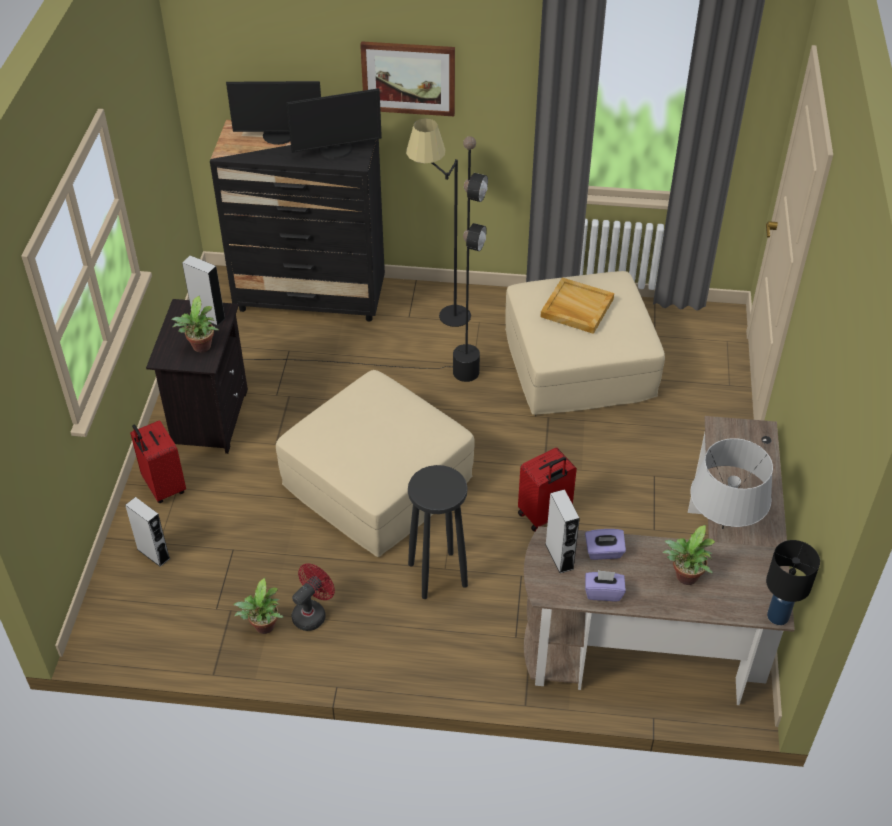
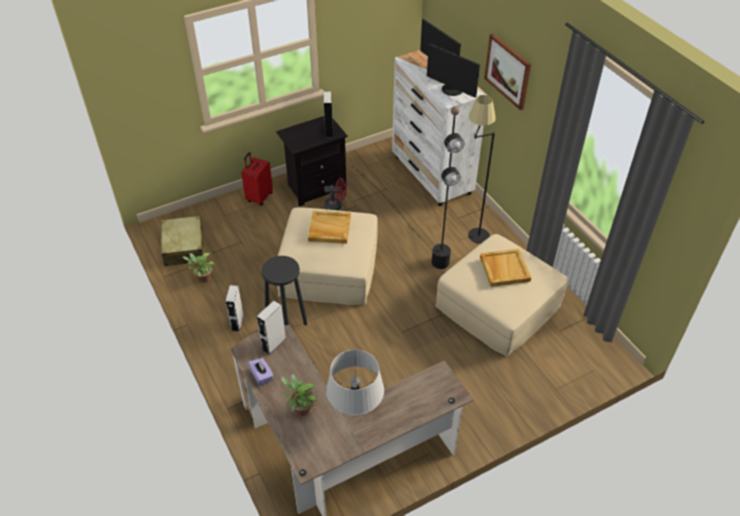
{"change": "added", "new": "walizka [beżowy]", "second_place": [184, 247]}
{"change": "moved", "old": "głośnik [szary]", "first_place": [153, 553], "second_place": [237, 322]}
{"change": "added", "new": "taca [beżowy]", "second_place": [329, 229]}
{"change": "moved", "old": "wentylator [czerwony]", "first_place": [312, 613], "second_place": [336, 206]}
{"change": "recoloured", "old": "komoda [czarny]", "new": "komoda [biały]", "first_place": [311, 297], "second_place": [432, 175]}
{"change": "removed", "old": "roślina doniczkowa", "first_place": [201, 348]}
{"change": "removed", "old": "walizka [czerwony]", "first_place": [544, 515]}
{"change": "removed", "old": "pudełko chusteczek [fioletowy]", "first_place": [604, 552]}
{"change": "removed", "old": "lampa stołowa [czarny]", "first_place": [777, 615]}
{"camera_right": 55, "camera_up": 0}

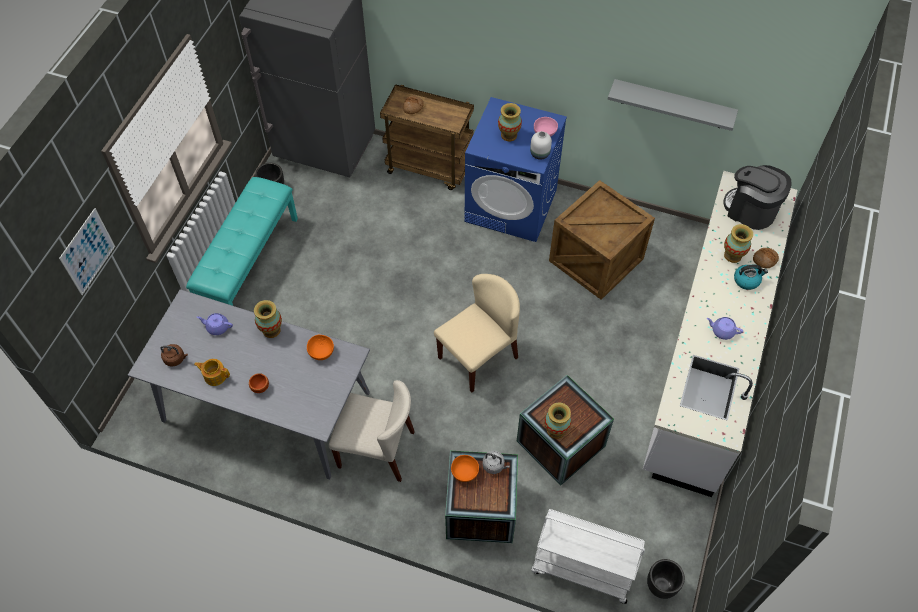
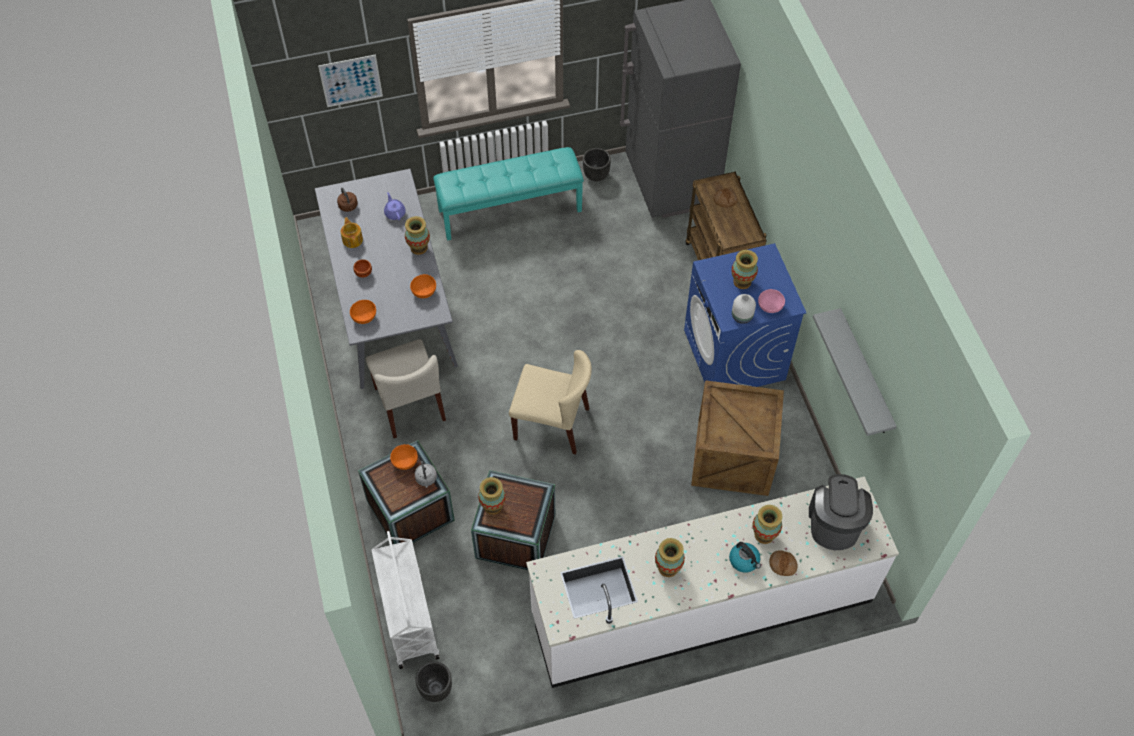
{"change": "added", "new": "miska [pomarańczowy]", "second_place": [365, 317]}
{"change": "replaced", "old": "imbryk [fioletowy]", "new": "wazon", "first_place": [722, 331], "second_place": [668, 568]}
{"camera_right": 55, "camera_up": 0}

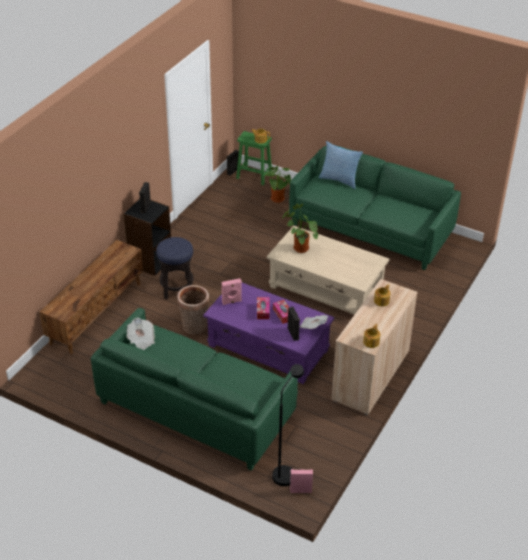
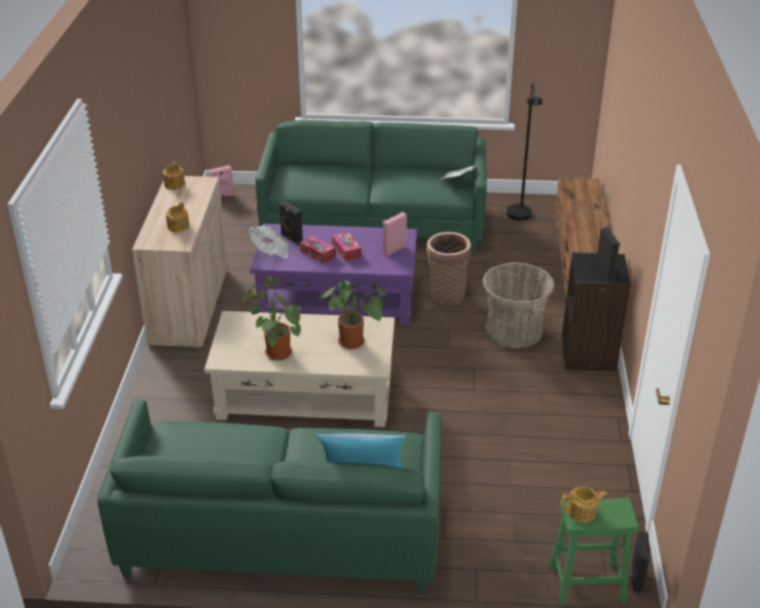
{"change": "moved", "old": "roślina doniczkowa", "first_place": [278, 200], "second_place": [275, 352]}
{"change": "replaced", "old": "stołek", "new": "koszyk", "first_place": [177, 288], "second_place": [514, 330]}
{"change": "moved", "old": "lampa stojąca [czarny]", "first_place": [286, 471], "second_place": [520, 218]}
{"camera_right": 155, "camera_up": -5}

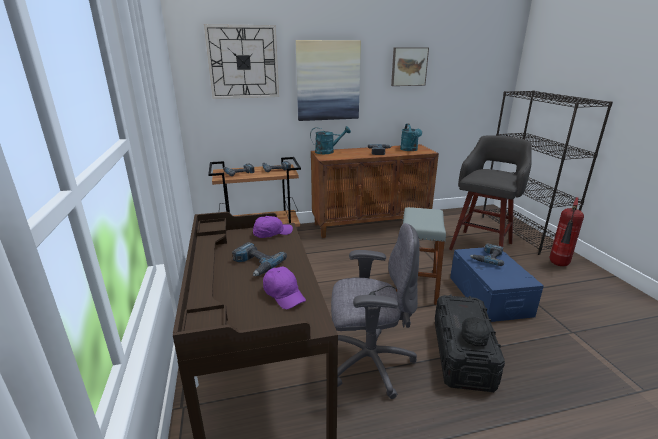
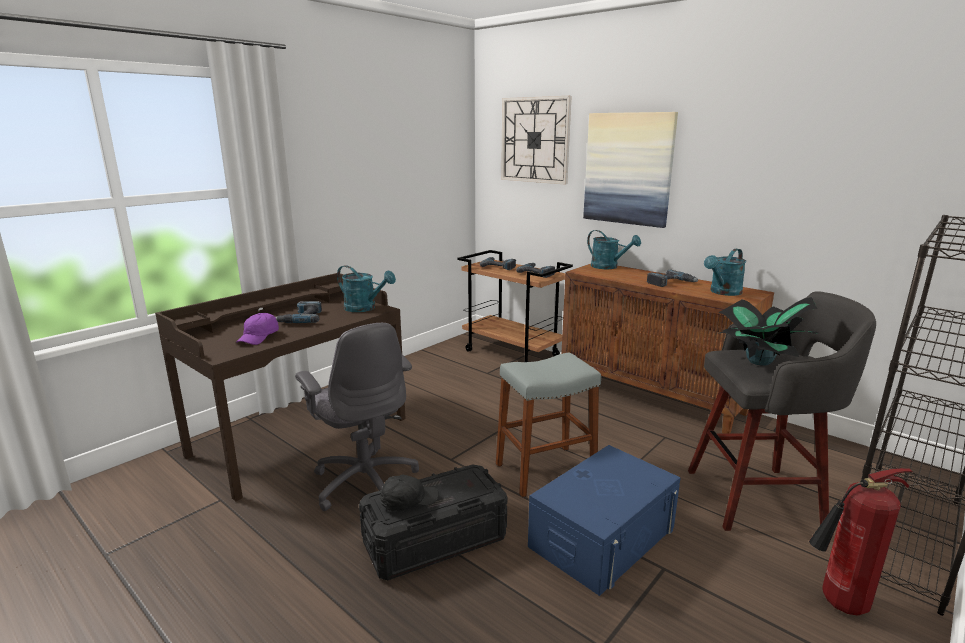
{"change": "replaced", "old": "czapka z daszkiem [fioletowy]", "new": "konewka [turkusowy]", "first_place": [272, 233], "second_place": [365, 308]}
{"change": "added", "new": "roślina doniczkowa", "second_place": [759, 362]}
{"change": "removed", "old": "obraz", "first_place": [408, 66]}
{"change": "removed", "old": "wiertarka", "first_place": [487, 257]}
{"camera_right": 55, "camera_up": -5}

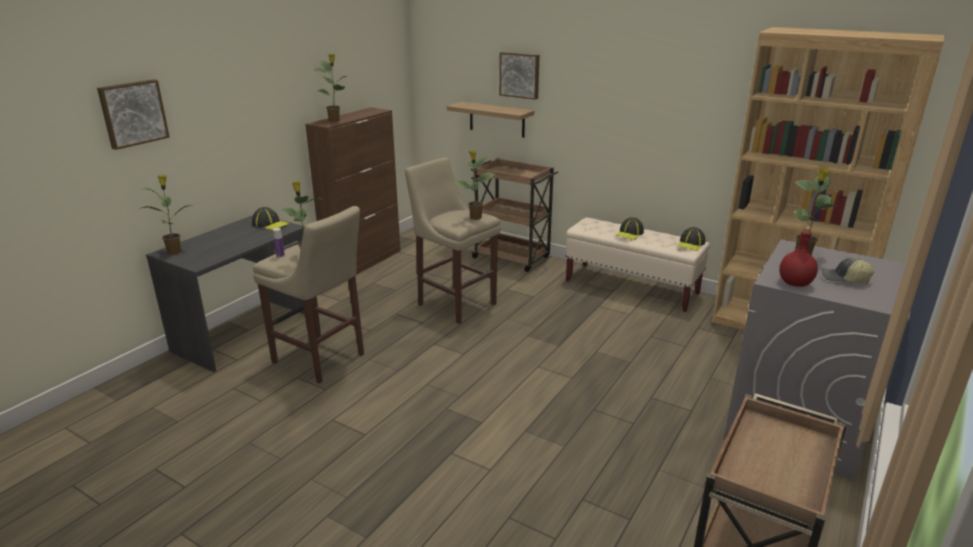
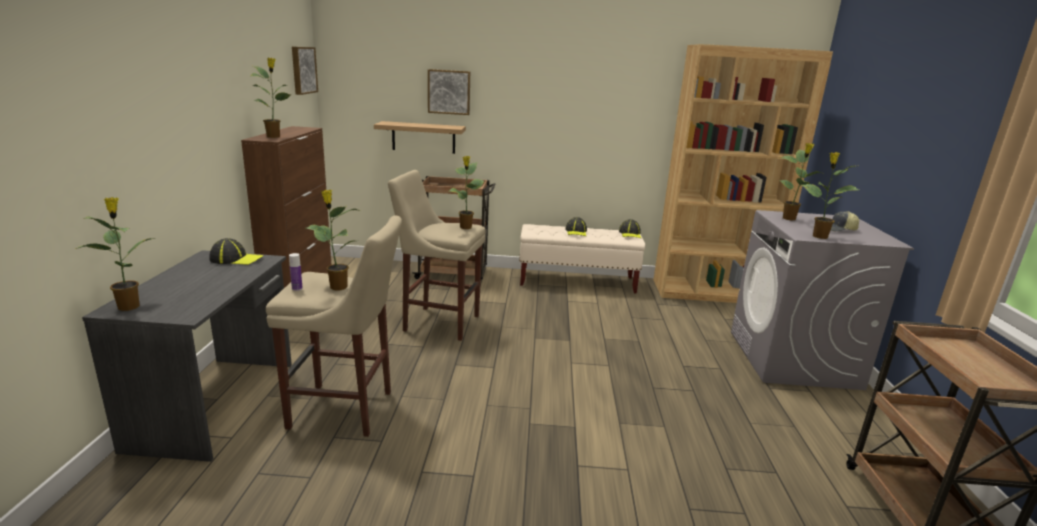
{"change": "moved", "old": "obraz", "first_place": [133, 113], "second_place": [303, 70]}
{"change": "replaced", "old": "butelka [czerwony]", "new": "roślina doniczkowa", "first_place": [795, 284], "second_place": [819, 236]}
{"camera_right": -30, "camera_up": -5}

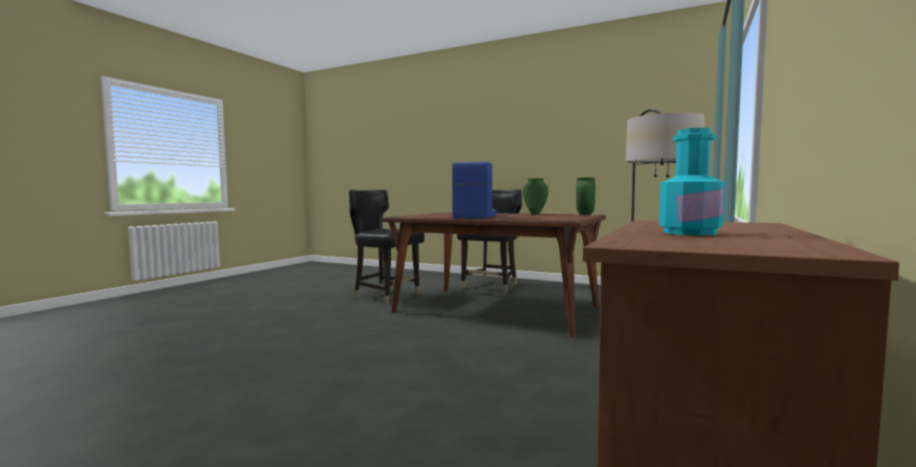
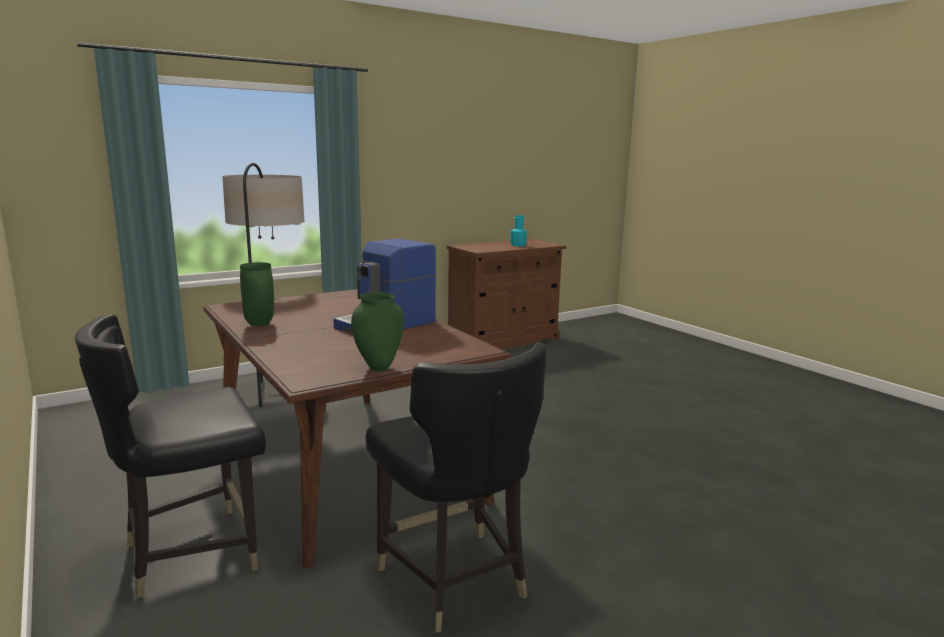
{"change": "moved", "old": "wazon [zielony]", "first_place": [584, 214], "second_place": [379, 368]}
{"camera_right": -150, "camera_up": 10}

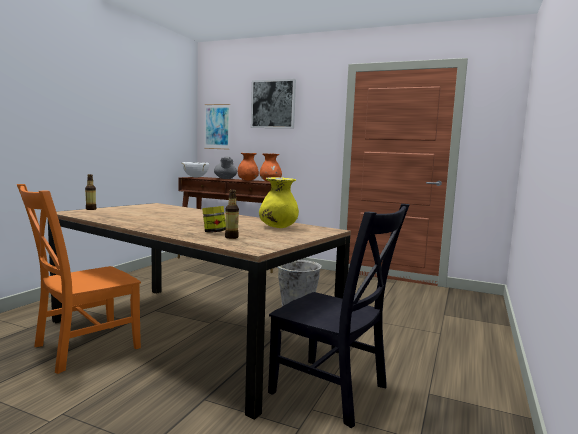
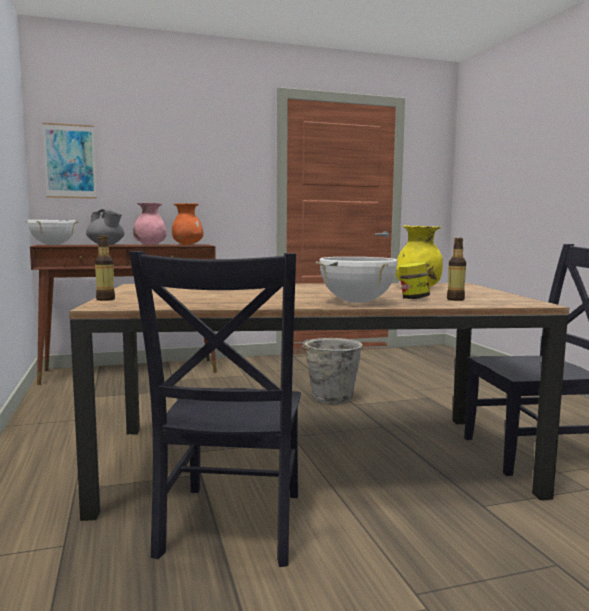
{"change": "recoloured", "old": "krzesło [pomarańczowy]", "new": "krzesło [czarny]", "first_place": [82, 348], "second_place": [230, 527]}
{"change": "recoloured", "old": "wazon [pomarańczowy]", "new": "wazon [różowy]", "first_place": [248, 180], "second_place": [150, 244]}
{"change": "added", "new": "garnek [biały]", "second_place": [357, 302]}
{"change": "removed", "old": "obraz", "first_place": [273, 104]}
{"camera_right": -40, "camera_up": 0}

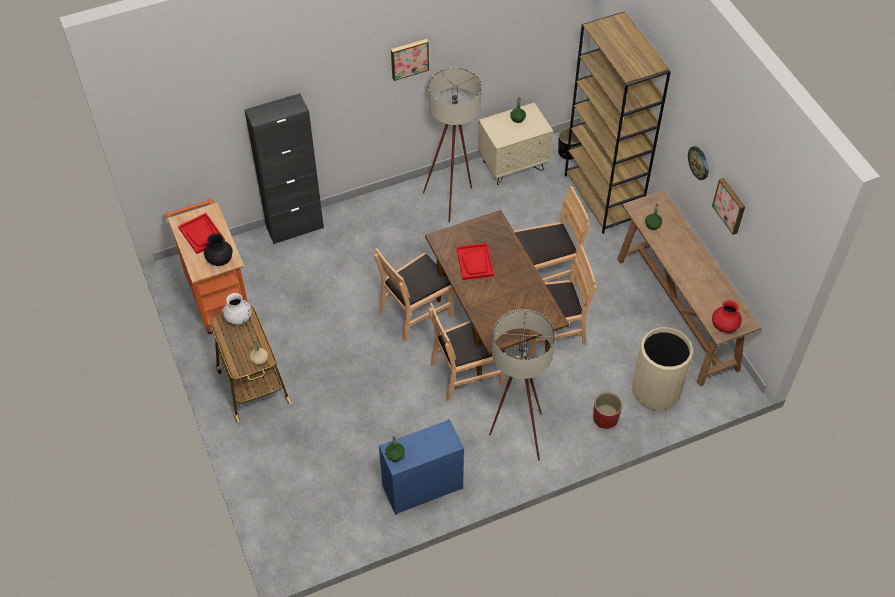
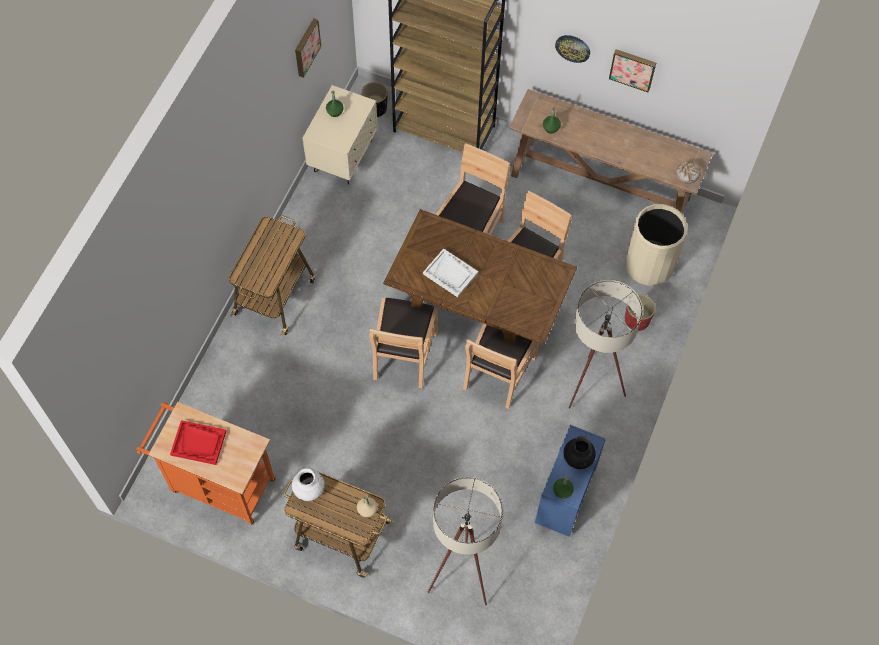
{"change": "added", "new": "wózek", "second_place": [275, 295]}
{"change": "moved", "old": "obraz", "first_place": [409, 58], "second_place": [306, 47]}
{"change": "recoloured", "old": "taca [czerwony]", "new": "taca [biały]", "first_place": [475, 262], "second_place": [450, 273]}
{"change": "moved", "old": "lampa stojąca [beżowy]", "first_place": [453, 198], "second_place": [462, 572]}
{"change": "moved", "old": "wazon [czarny]", "first_place": [220, 260], "second_place": [578, 458]}
{"change": "replaced", "old": "wazon [czerwony]", "new": "chleb", "first_place": [724, 326], "second_place": [687, 174]}
{"change": "removed", "old": "szafka [czarny]", "first_place": [295, 227]}
{"camera_right": -45, "camera_up": 10}

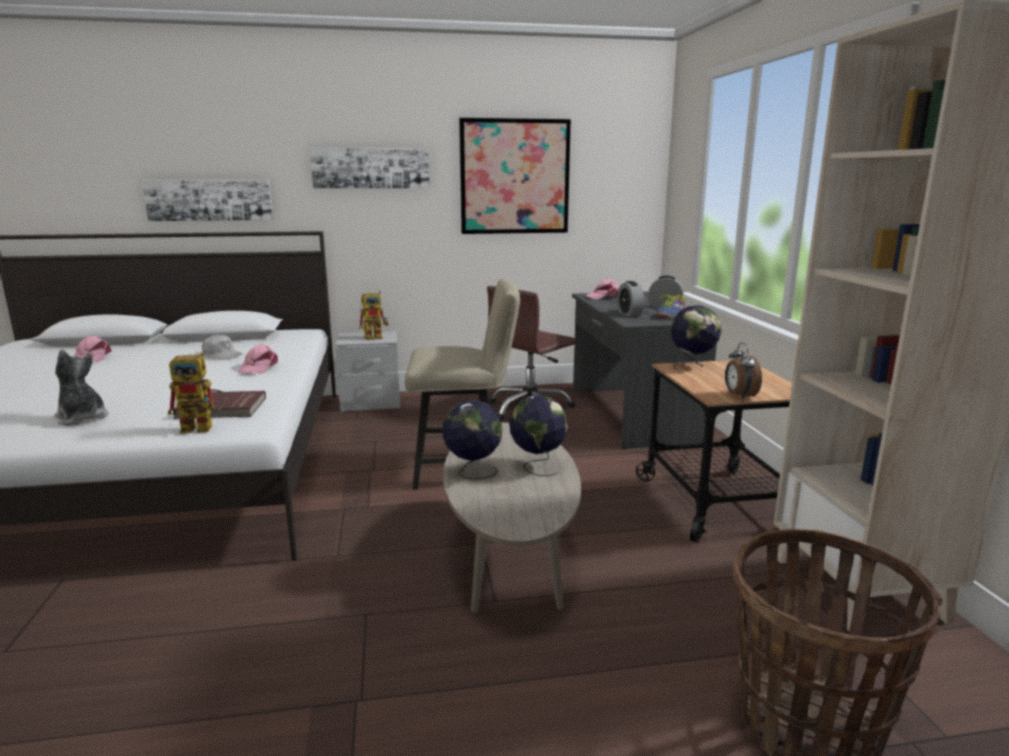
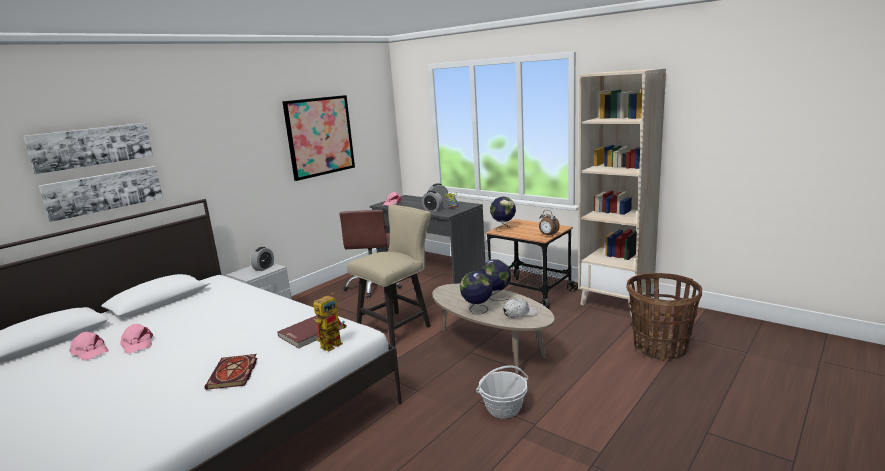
{"change": "moved", "old": "obraz", "first_place": [371, 168], "second_place": [92, 146]}
{"change": "moved", "old": "czapka z daszkiem [różowy]", "first_place": [259, 368], "second_place": [137, 344]}
{"change": "replaced", "old": "pluszak", "new": "książka", "first_place": [82, 418], "second_place": [234, 374]}
{"change": "replaced", "old": "robot zabawkowy", "new": "budzik", "first_place": [377, 337], "second_place": [264, 268]}
{"change": "added", "new": "koszyk", "second_place": [503, 408]}
{"change": "moved", "old": "czapka z daszkiem [biały]", "first_place": [222, 355], "second_place": [520, 313]}
{"camera_right": -40, "camera_up": 0}

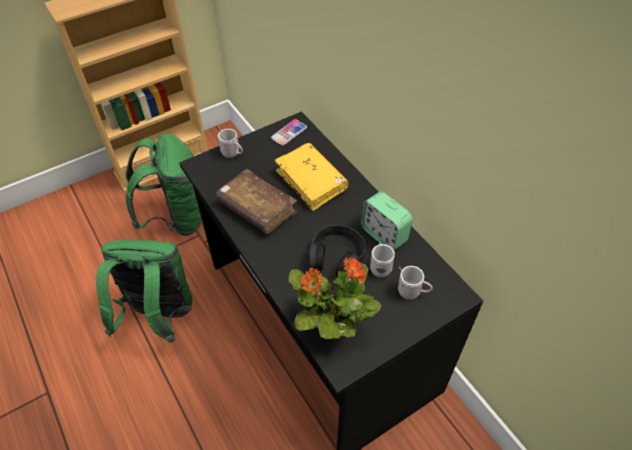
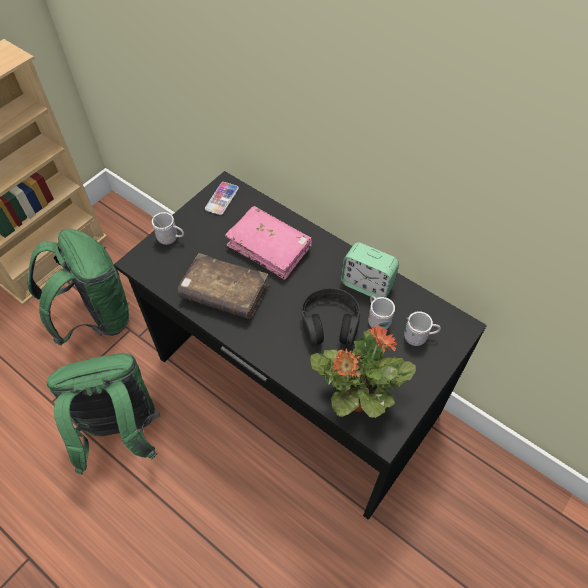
{"change": "recoloured", "old": "książka [żółty]", "new": "książka [różowy]", "first_place": [311, 182], "second_place": [269, 248]}
{"camera_right": -20, "camera_up": 5}

